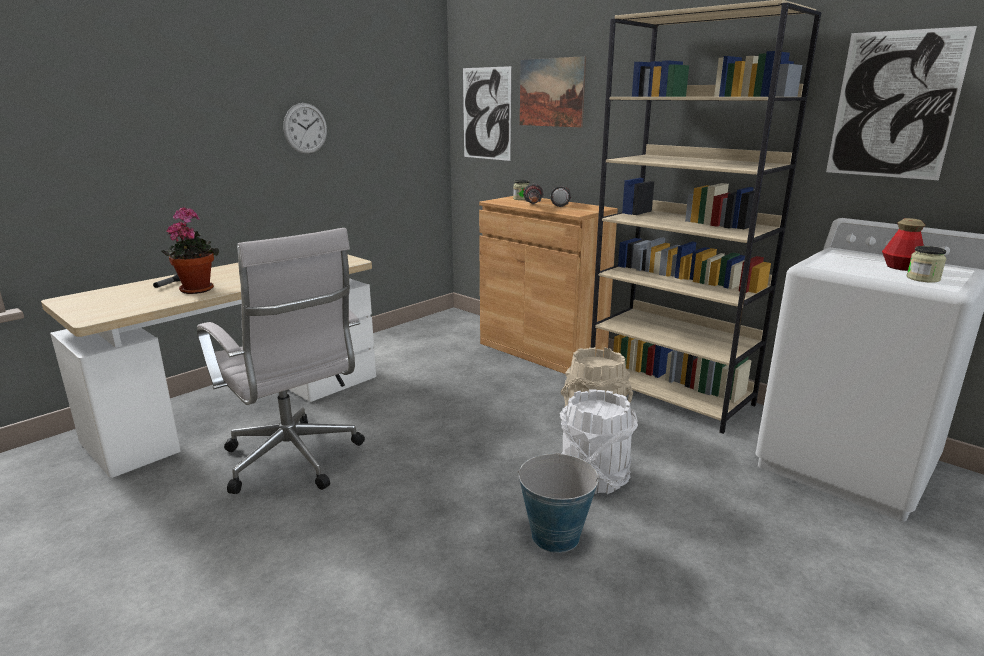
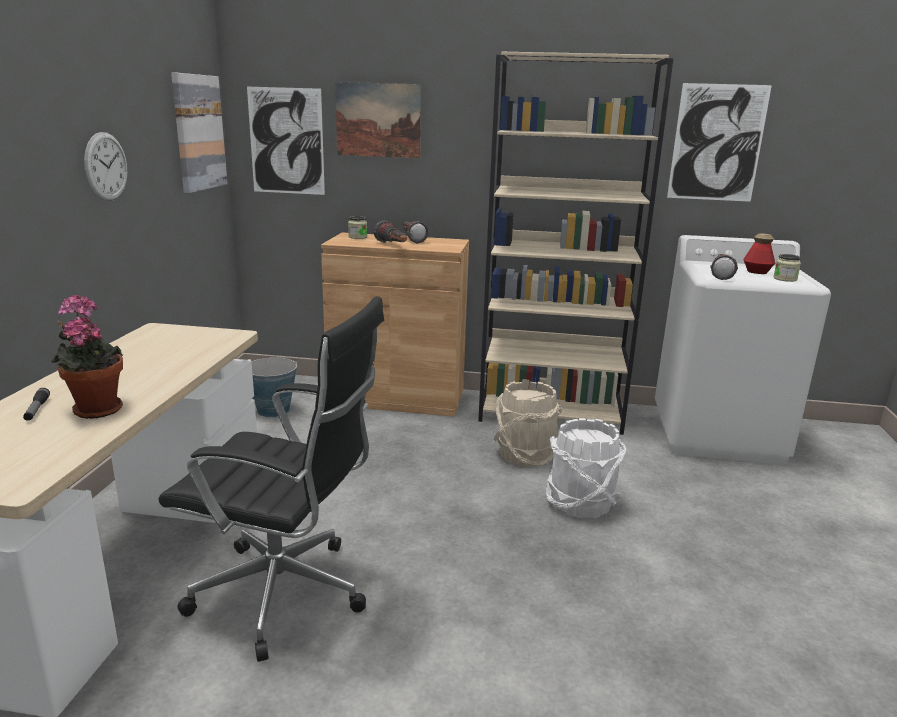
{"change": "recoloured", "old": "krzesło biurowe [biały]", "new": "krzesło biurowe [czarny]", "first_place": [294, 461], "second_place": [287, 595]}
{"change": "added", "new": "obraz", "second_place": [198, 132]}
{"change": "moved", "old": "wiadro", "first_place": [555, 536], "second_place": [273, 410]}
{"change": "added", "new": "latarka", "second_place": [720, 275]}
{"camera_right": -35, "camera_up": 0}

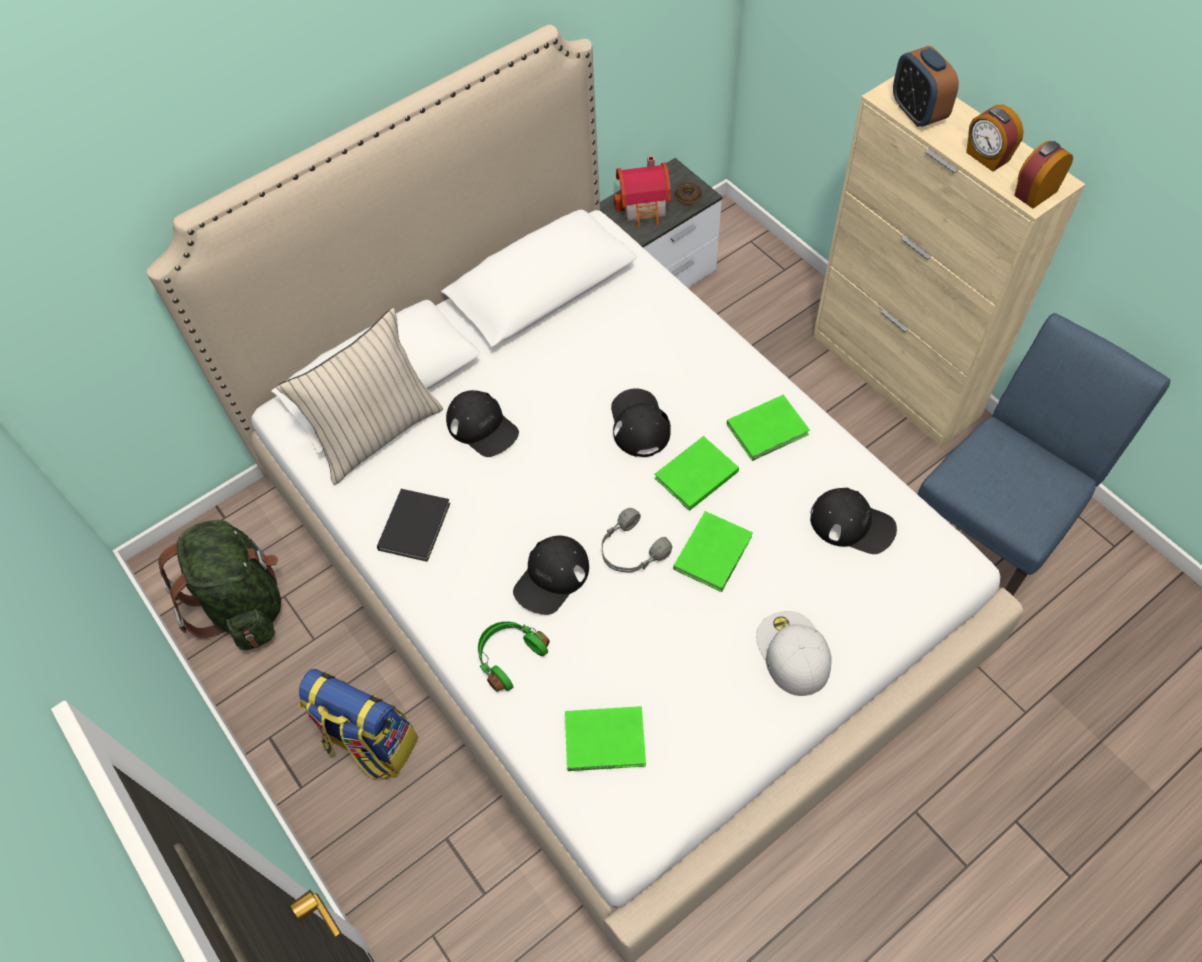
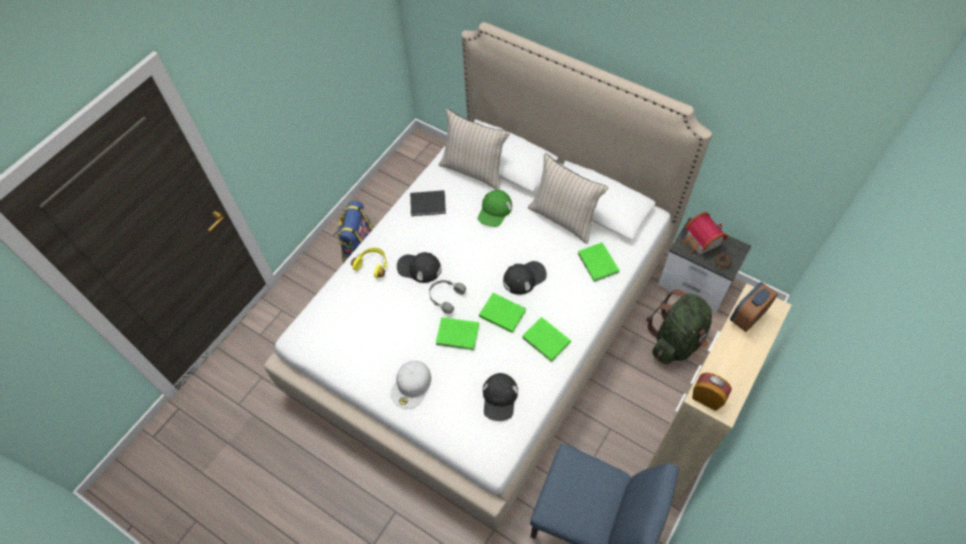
{"change": "recoloured", "old": "słuchawki [zielony]", "new": "słuchawki [żółty]", "first_place": [509, 656], "second_place": [372, 265]}
{"change": "turned", "old": "czapka z daszkiem [biały]", "first_place": [792, 652], "second_place": [411, 386], "degrees": 150}
{"change": "recoloured", "old": "czapka z daszkiem [czarny]", "new": "czapka z daszkiem [zielony]", "first_place": [482, 427], "second_place": [494, 210]}
{"change": "added", "new": "poduszka [beżowy]", "second_place": [563, 218]}
{"change": "moved", "old": "książka [zielony]", "first_place": [607, 741], "second_place": [597, 264]}
{"change": "moved", "old": "plecak [zielony]", "first_place": [245, 604], "second_place": [676, 341]}
{"change": "removed", "old": "budzik", "first_place": [986, 157]}
{"camera_right": 70, "camera_up": 0}

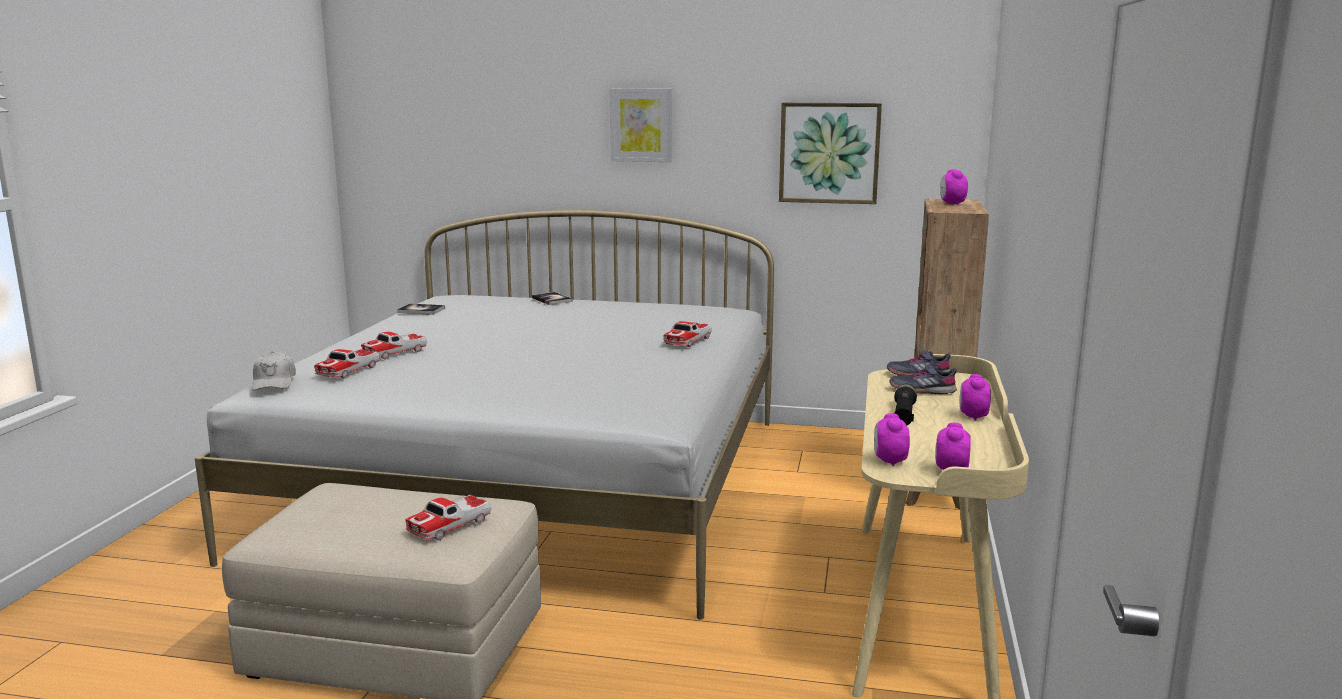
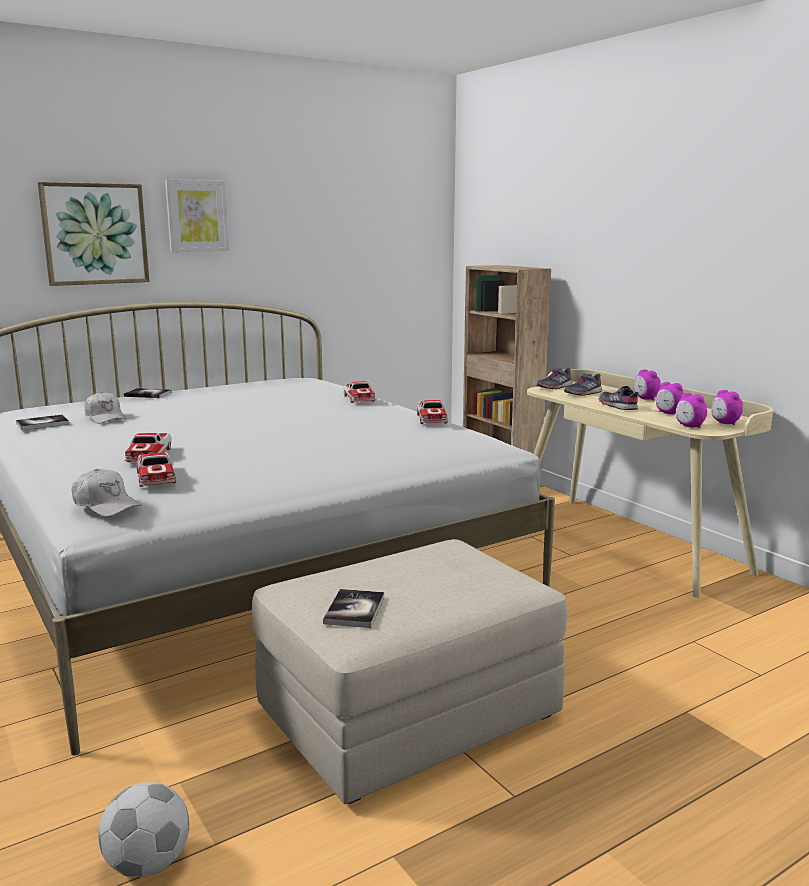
{"change": "moved", "old": "obraz", "first_place": [829, 153], "second_place": [95, 234]}
{"change": "added", "new": "czapka z daszkiem [biały]", "second_place": [105, 417]}
{"change": "added", "new": "piłka futbolowa", "second_place": [148, 864]}
{"change": "added", "new": "książka", "second_place": [354, 610]}
{"change": "moved", "old": "samochodzik", "first_place": [449, 526], "second_place": [431, 419]}
{"change": "replaced", "old": "latarka [czarny]", "new": "but [szary]", "first_place": [903, 415], "second_place": [618, 406]}
{"change": "moved", "old": "budzik", "first_place": [952, 204], "second_place": [668, 413]}
{"camera_right": -45, "camera_up": 0}

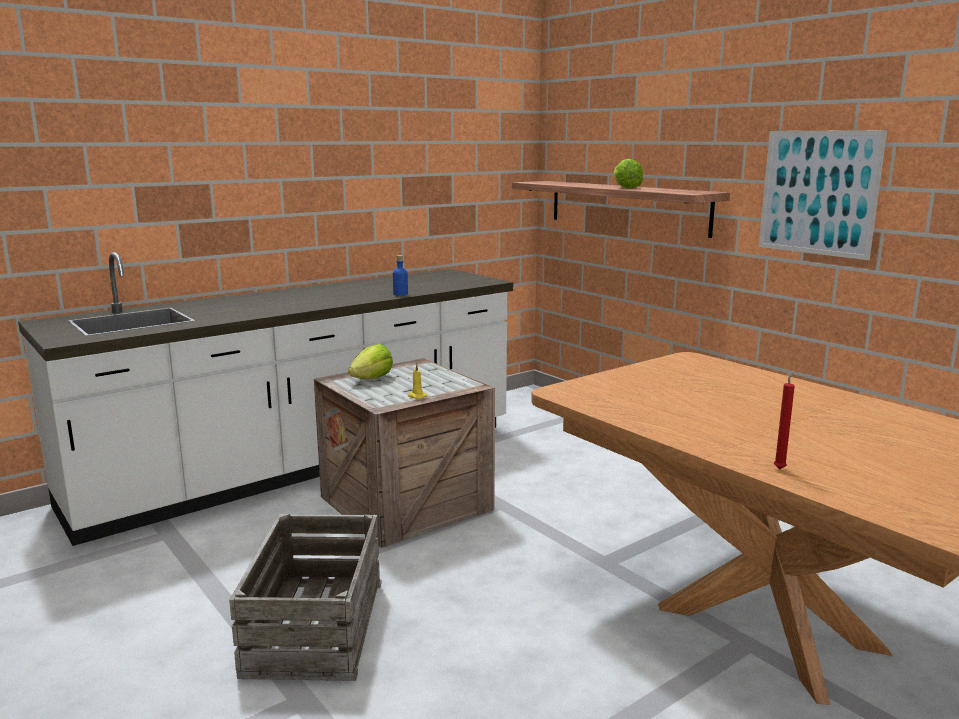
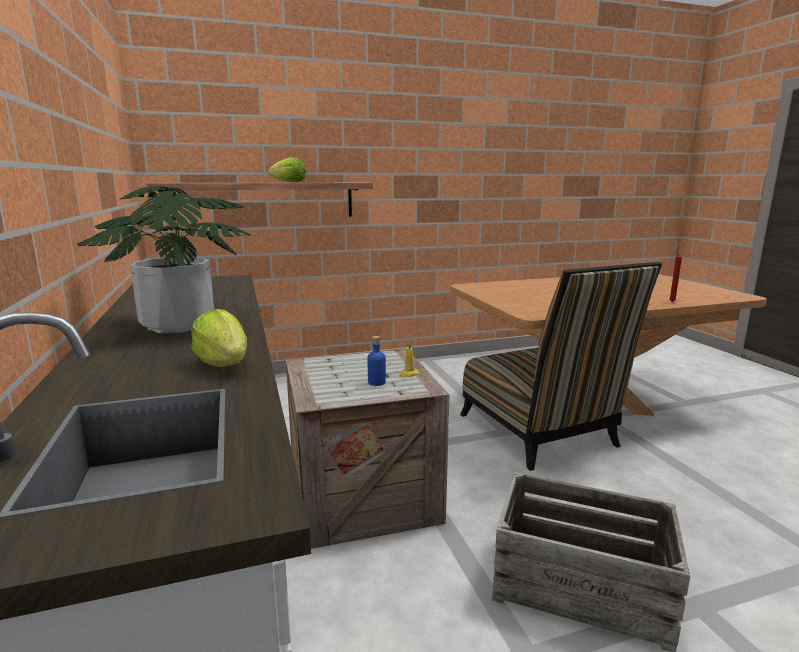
{"change": "added", "new": "roślina doniczkowa", "second_place": [178, 325]}
{"change": "moved", "old": "sałata", "first_place": [372, 379], "second_place": [224, 364]}
{"change": "moved", "old": "butelka [niebieski]", "first_place": [400, 294], "second_place": [376, 382]}
{"change": "added", "new": "krzesło", "second_place": [541, 434]}
{"change": "removed", "old": "obraz", "first_place": [818, 193]}
{"camera_right": -70, "camera_up": 0}

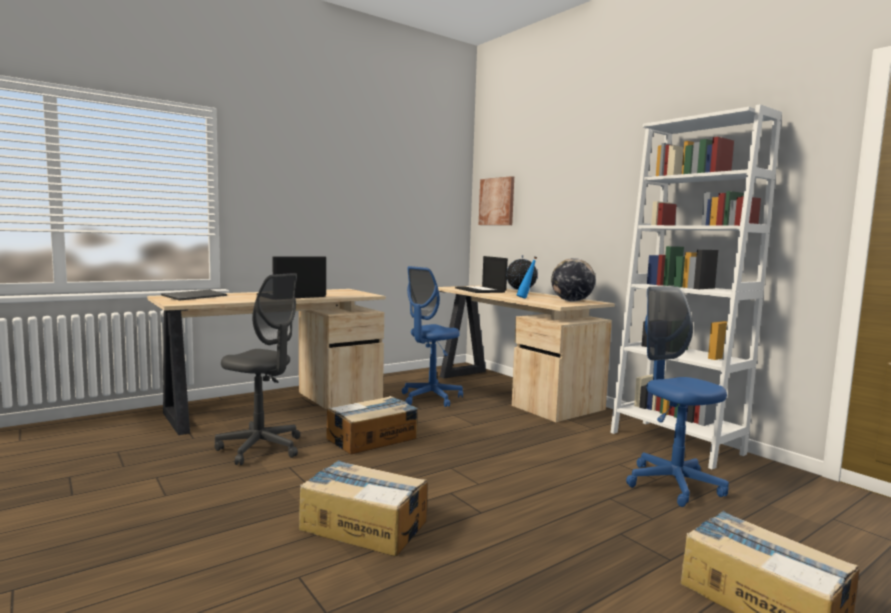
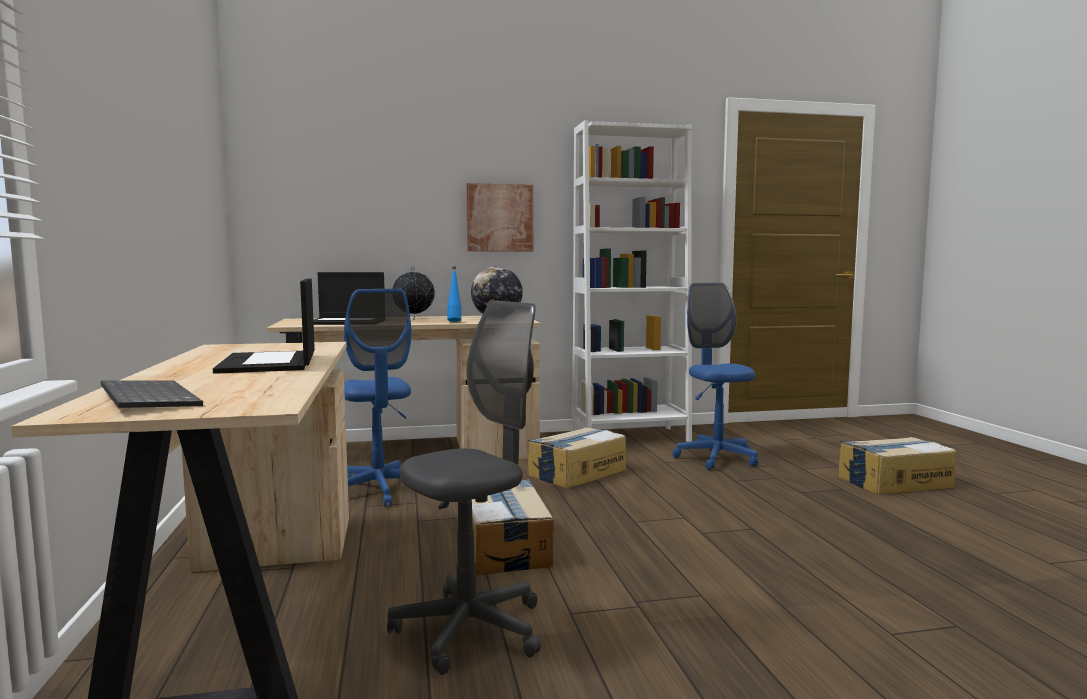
{"change": "moved", "old": "obraz", "first_place": [497, 201], "second_place": [499, 218]}
{"change": "moved", "old": "karton", "first_place": [363, 525], "second_place": [576, 473]}
{"change": "turned", "old": "krzesło biurowe [niebieski]", "first_place": [673, 484], "second_place": [716, 458], "degrees": 75}
{"camera_right": -65, "camera_up": 0}

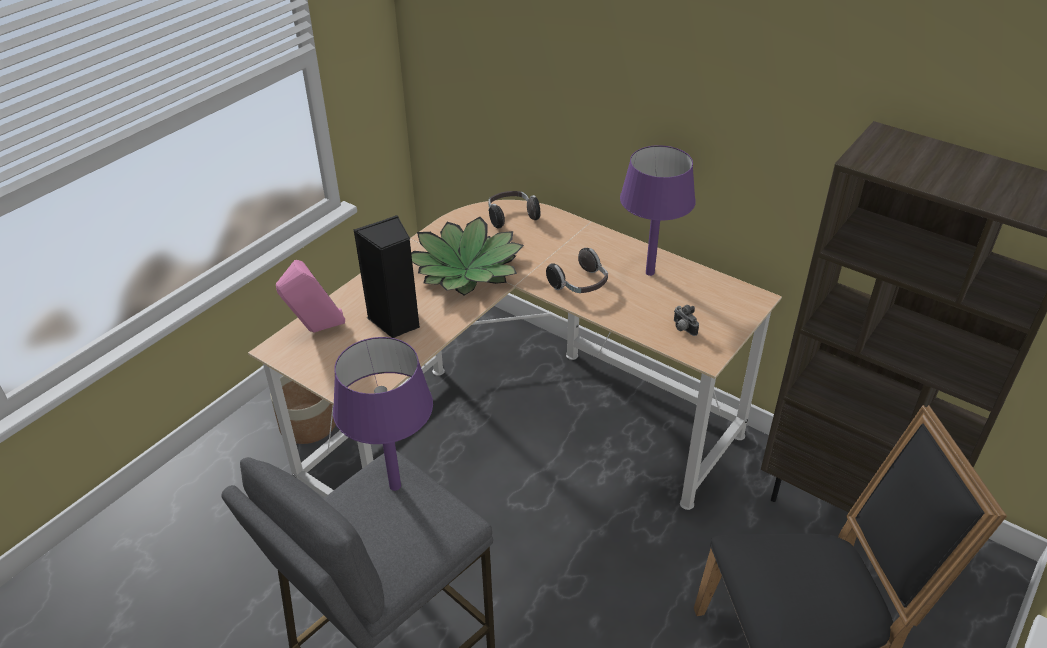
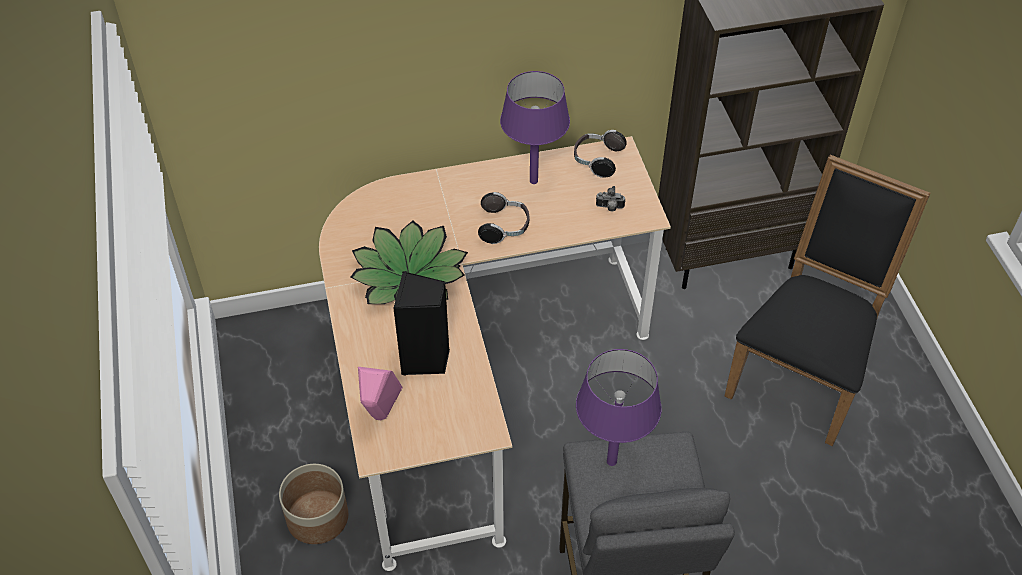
{"change": "moved", "old": "słuchawki", "first_place": [511, 217], "second_place": [597, 160]}
{"camera_right": -50, "camera_up": 10}

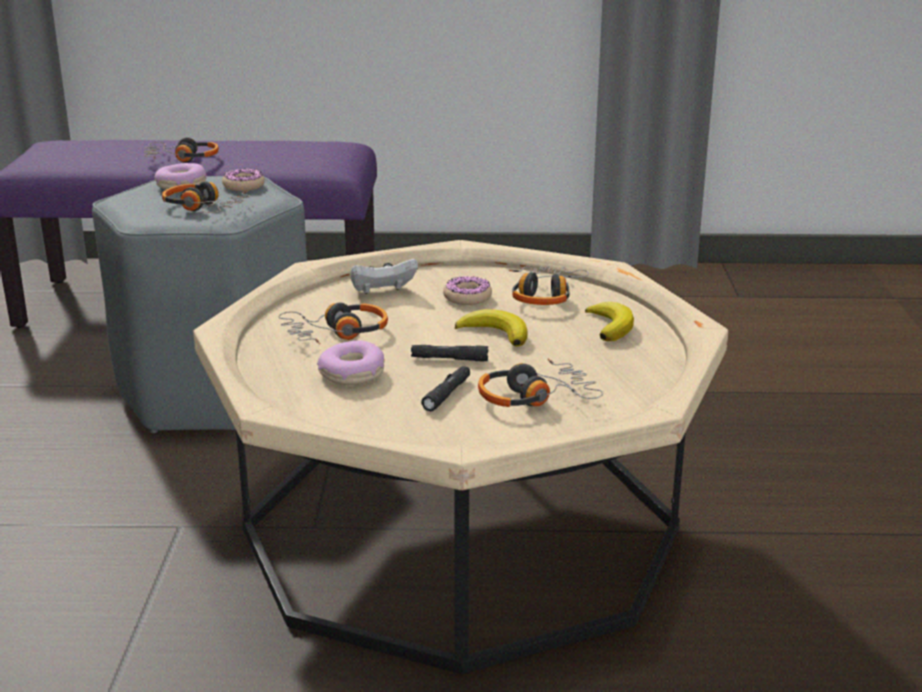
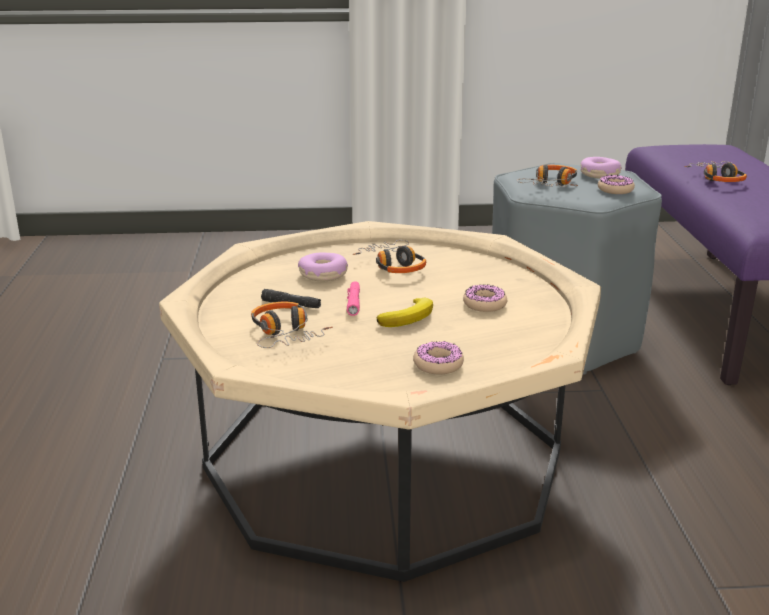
{"change": "recoloured", "old": "latarka [czarny]", "new": "latarka [różowy]", "first_place": [449, 359], "second_place": [353, 303]}
{"change": "replaced", "old": "banan", "new": "donut", "first_place": [610, 326], "second_place": [438, 364]}
{"change": "removed", "old": "pad do gier [biały]", "first_place": [382, 292]}
{"change": "removed", "old": "słuchawki", "first_place": [544, 295]}
{"camera_right": 85, "camera_up": 0}

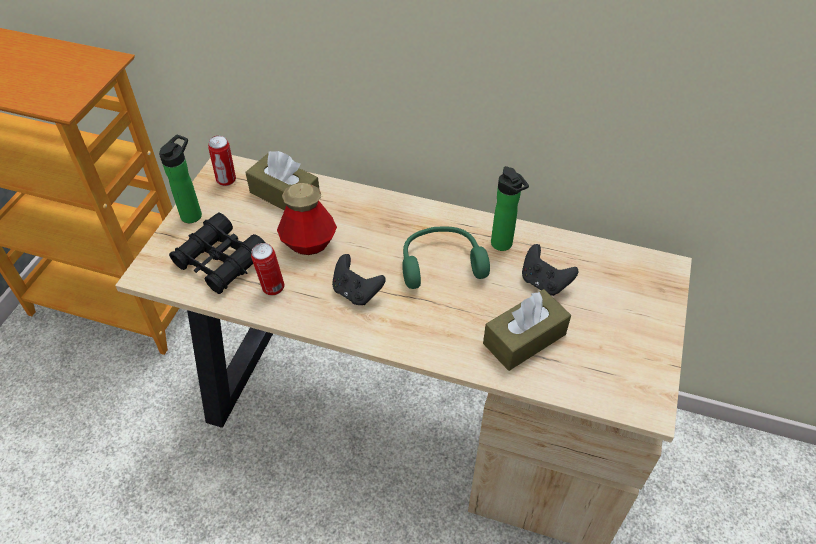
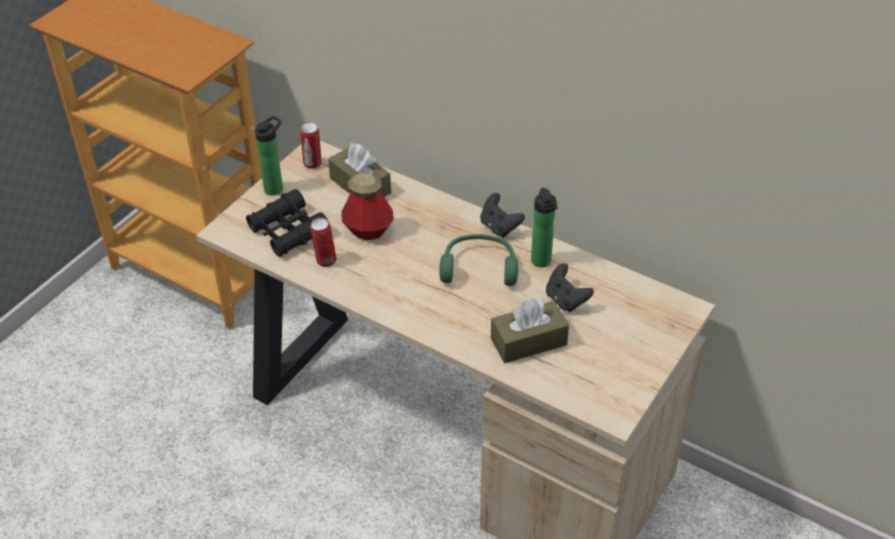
{"change": "moved", "old": "pad do gier [czarny]", "first_place": [356, 292], "second_place": [499, 227]}
{"camera_right": 15, "camera_up": -5}

